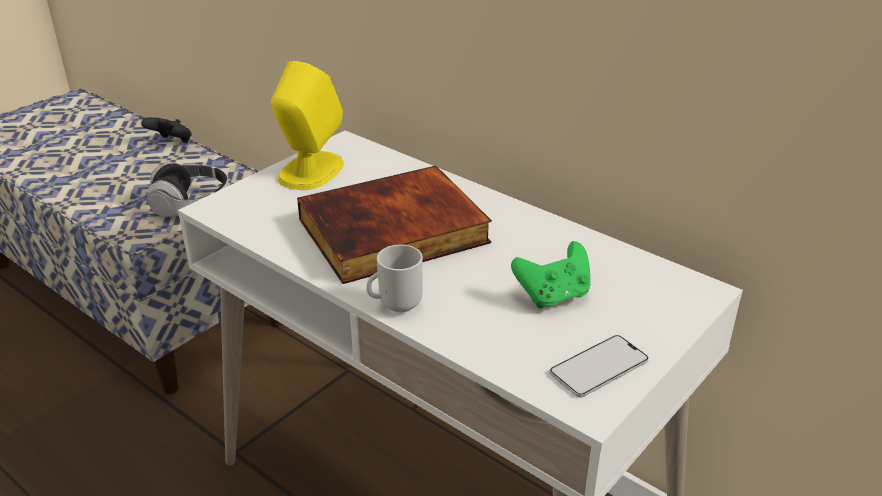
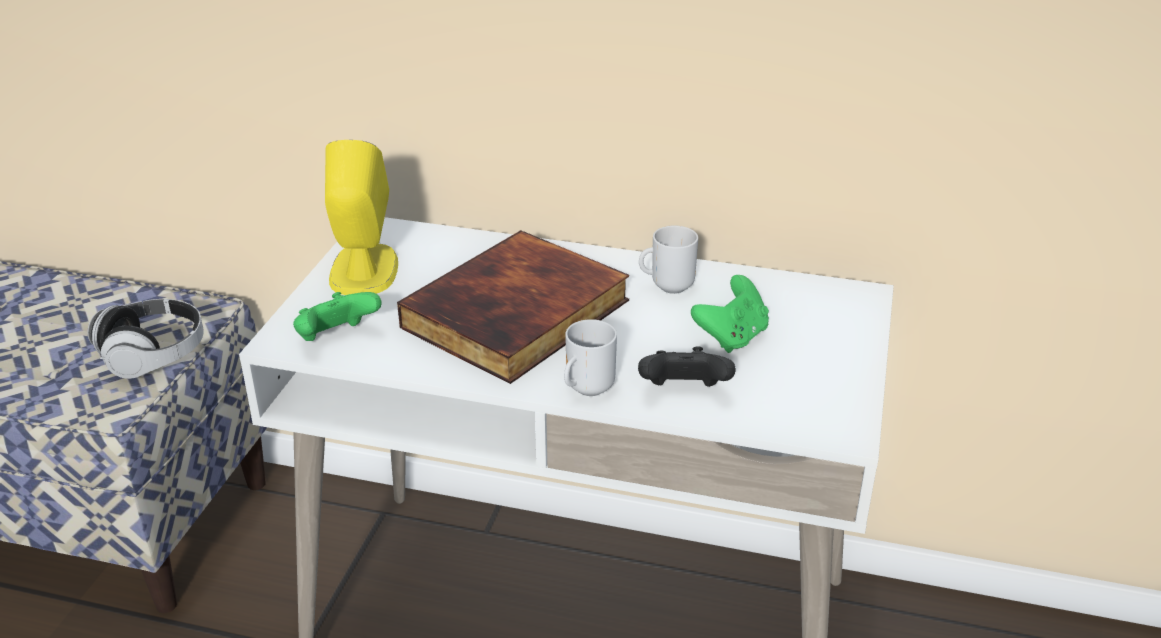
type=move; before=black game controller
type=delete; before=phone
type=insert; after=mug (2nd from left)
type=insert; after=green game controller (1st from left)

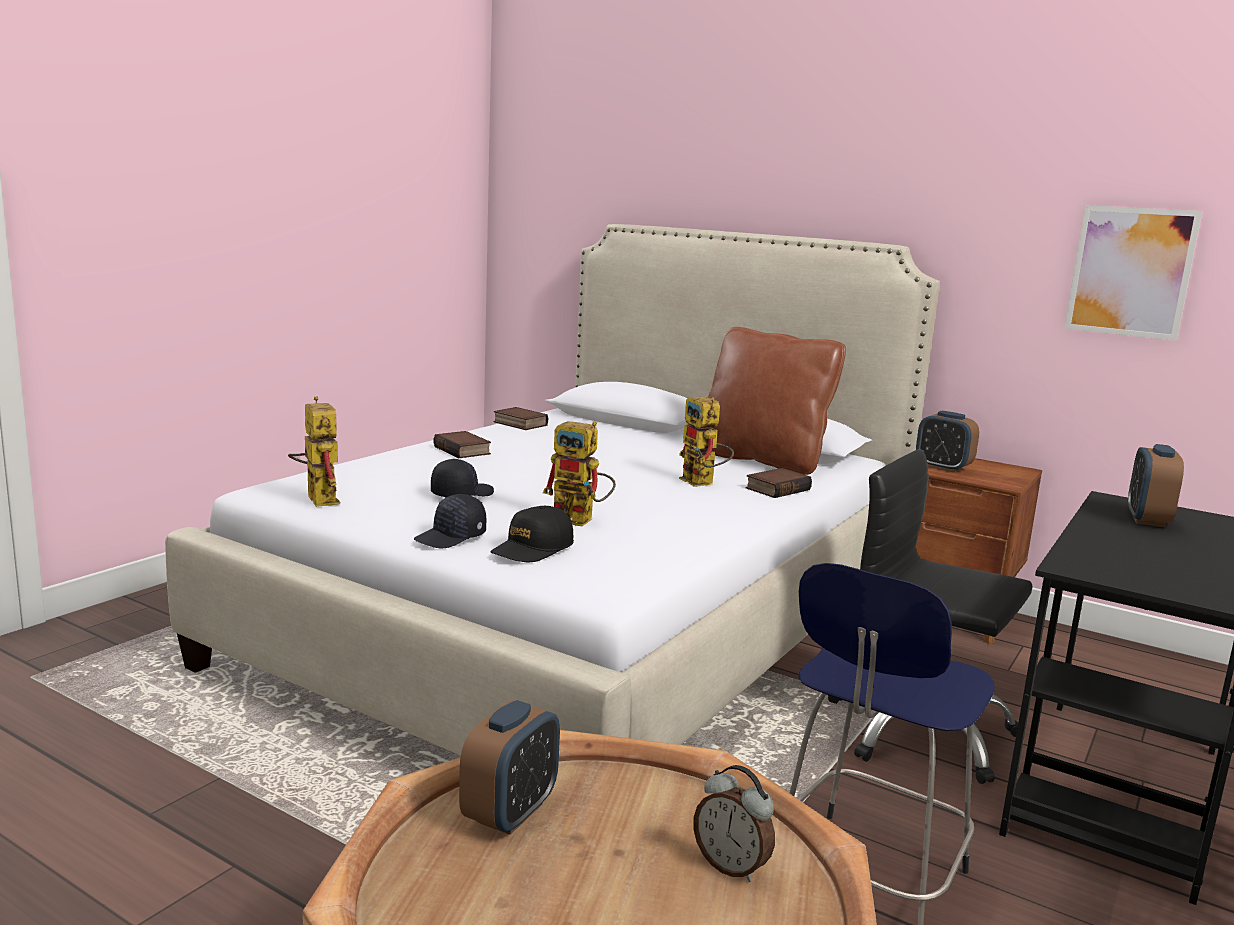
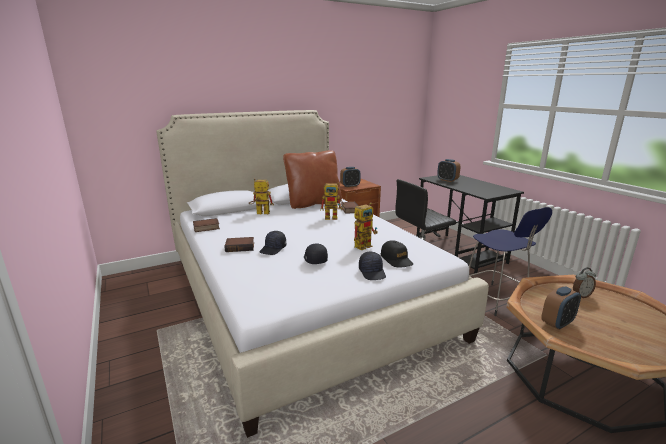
type=delete; before=picture
type=move; before=toy robot (1st from left)
type=rotate; before=alarm clock (1st from left in the first image); turn=90
type=insert; after=black cap (1st from left)

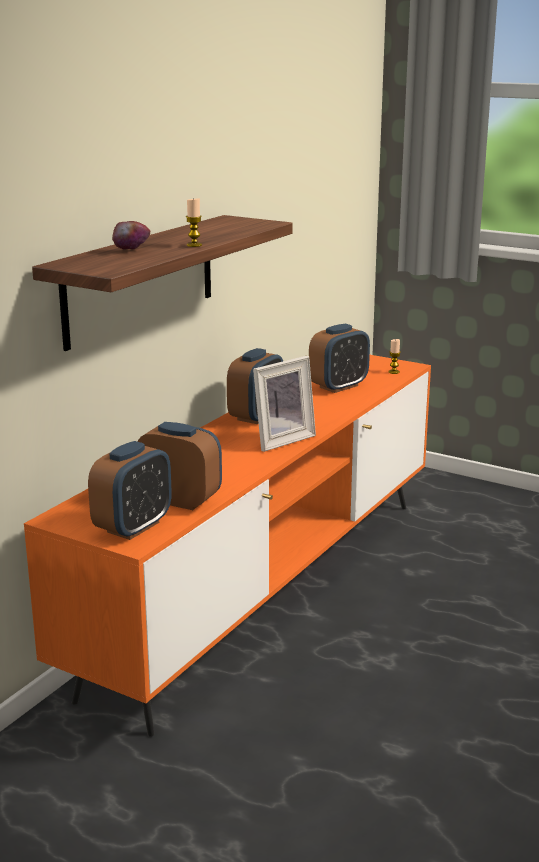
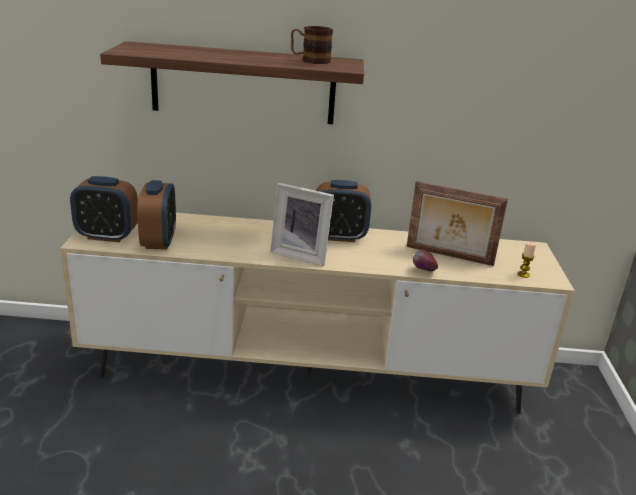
type=delete; before=candle (1st from left)
type=move; before=apple
type=replace; before=alarm clock (4th from left); after=picture frame (2nd from left)
type=recolor; before=orange tv stand; after=beige tv stand
type=insert; after=mug

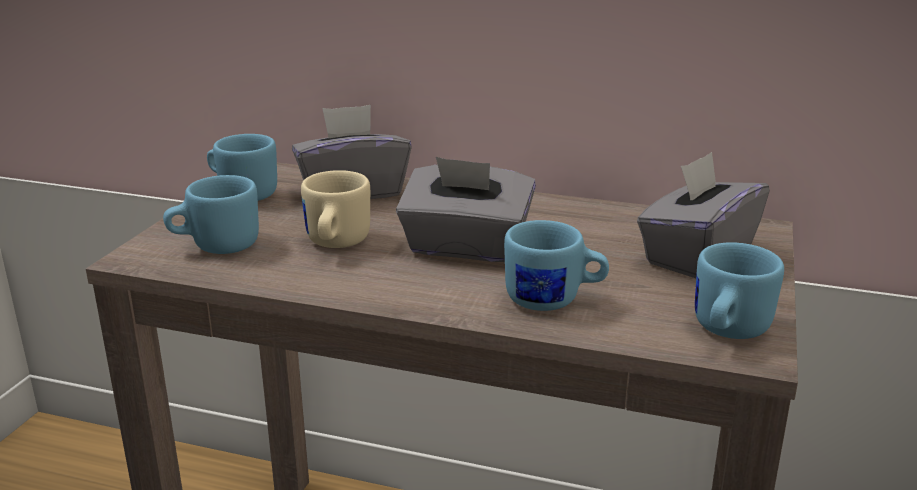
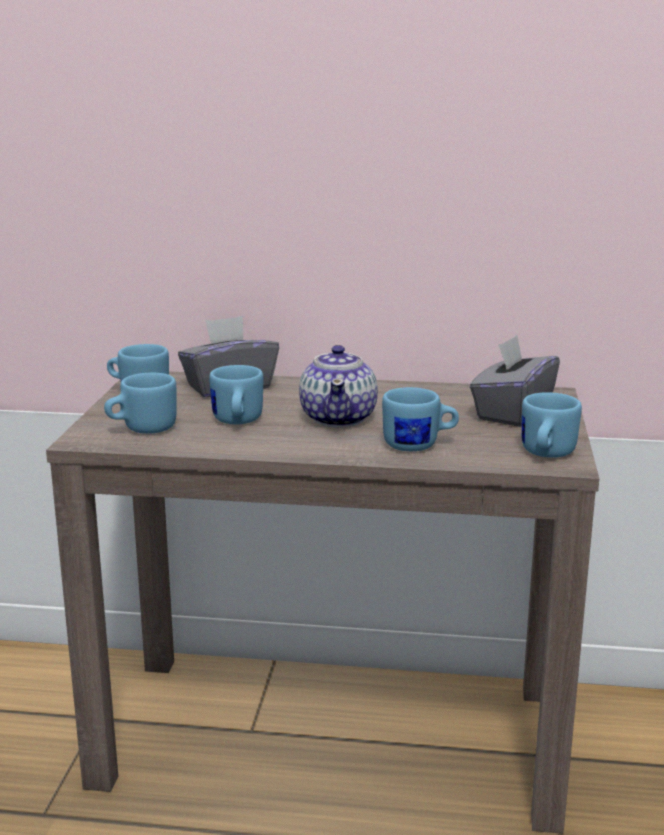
type=replace; before=grey tissue box (2nd from left); after=teapot
type=recolor; before=beige mug; after=blue mug (3rd from left)

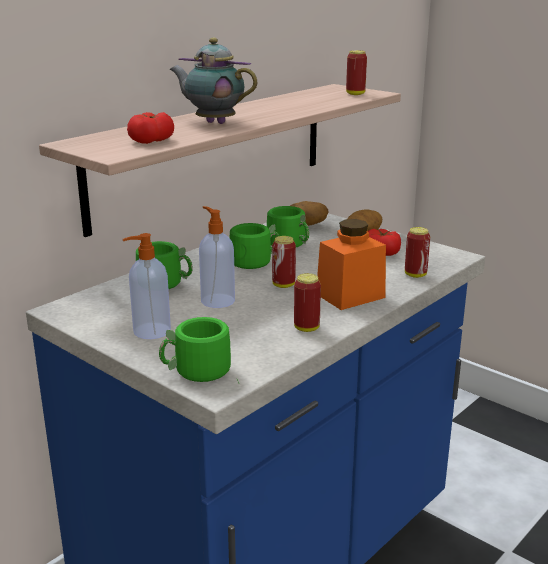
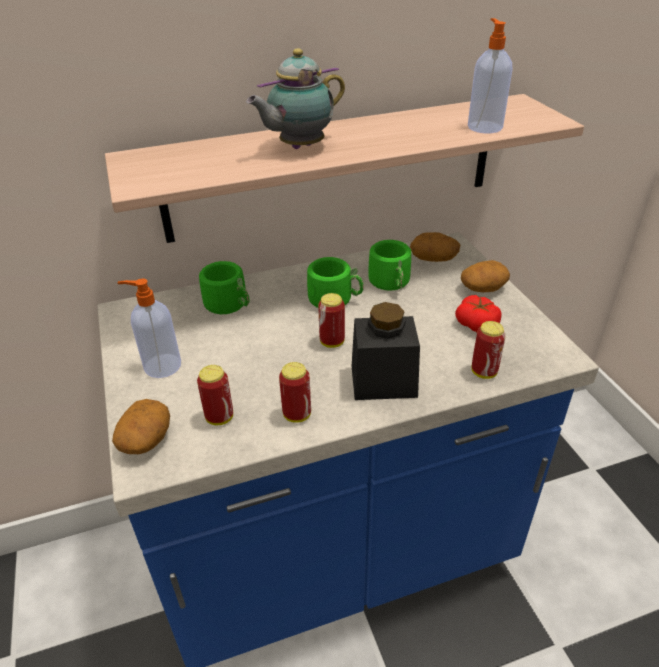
type=rotate; before=teapot; turn=-90
type=move; before=can (3rd from left in the first image); after=can (1st from left)
type=delete; before=tomato (1st from left)
type=move; before=soap dispenser (2nd from left)
type=recolor; before=orange jar; after=black jar
type=replace; before=green mug (2nd from left); after=potato (1st from left)

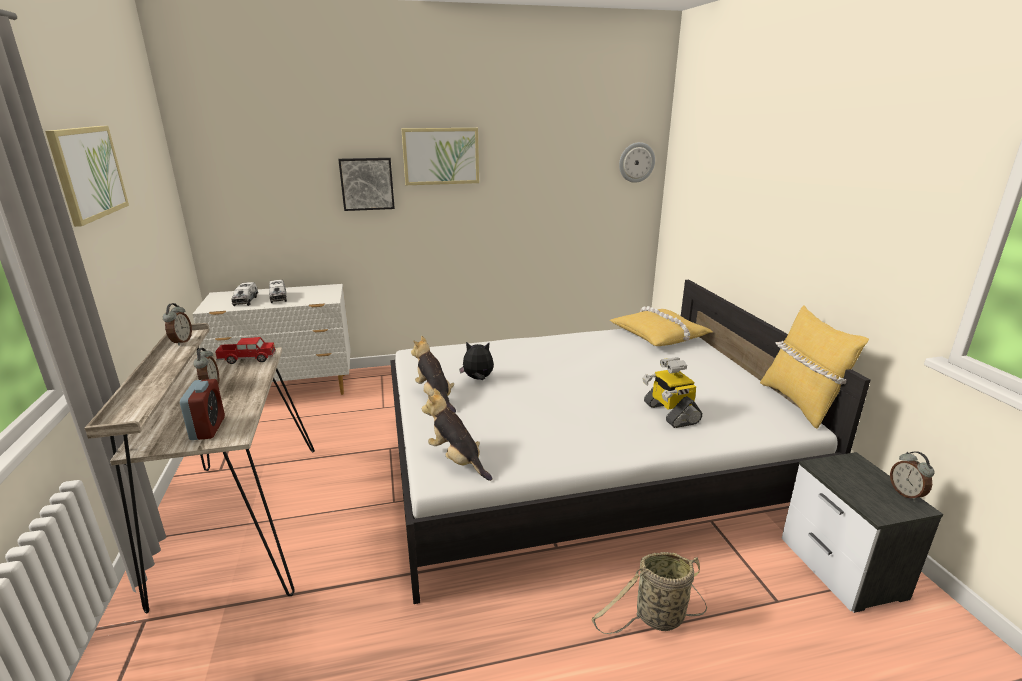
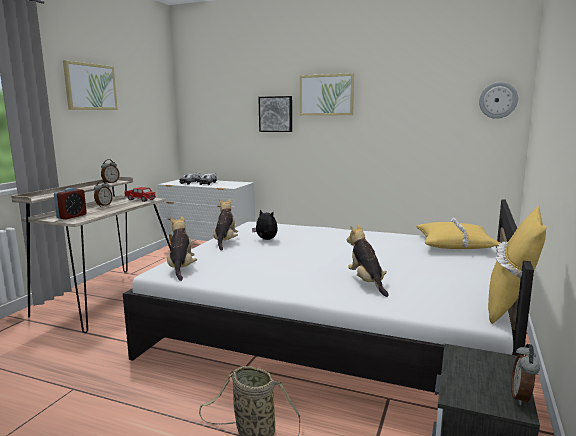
type=replace; before=toy robot; after=plush toy (4th from left)

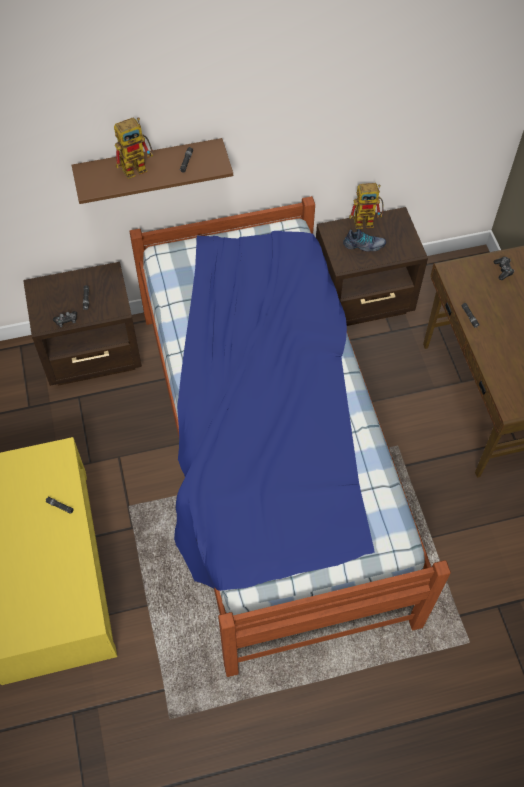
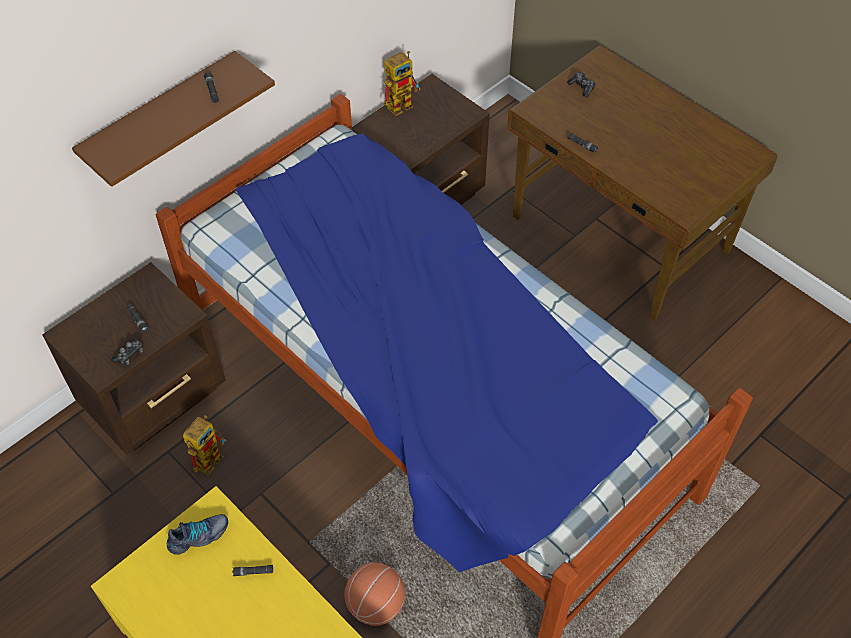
type=move; before=toy robot (1st from left)
type=move; before=shoe
type=insert; after=basketball

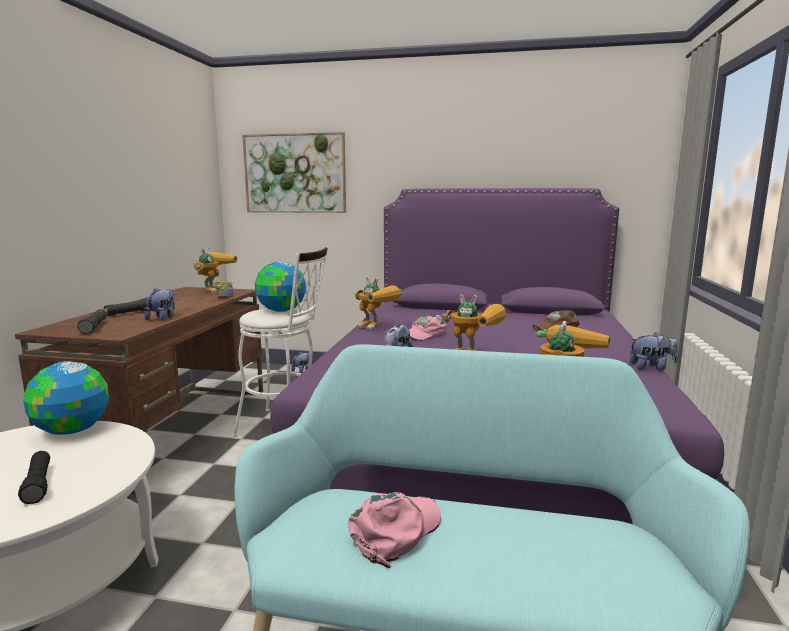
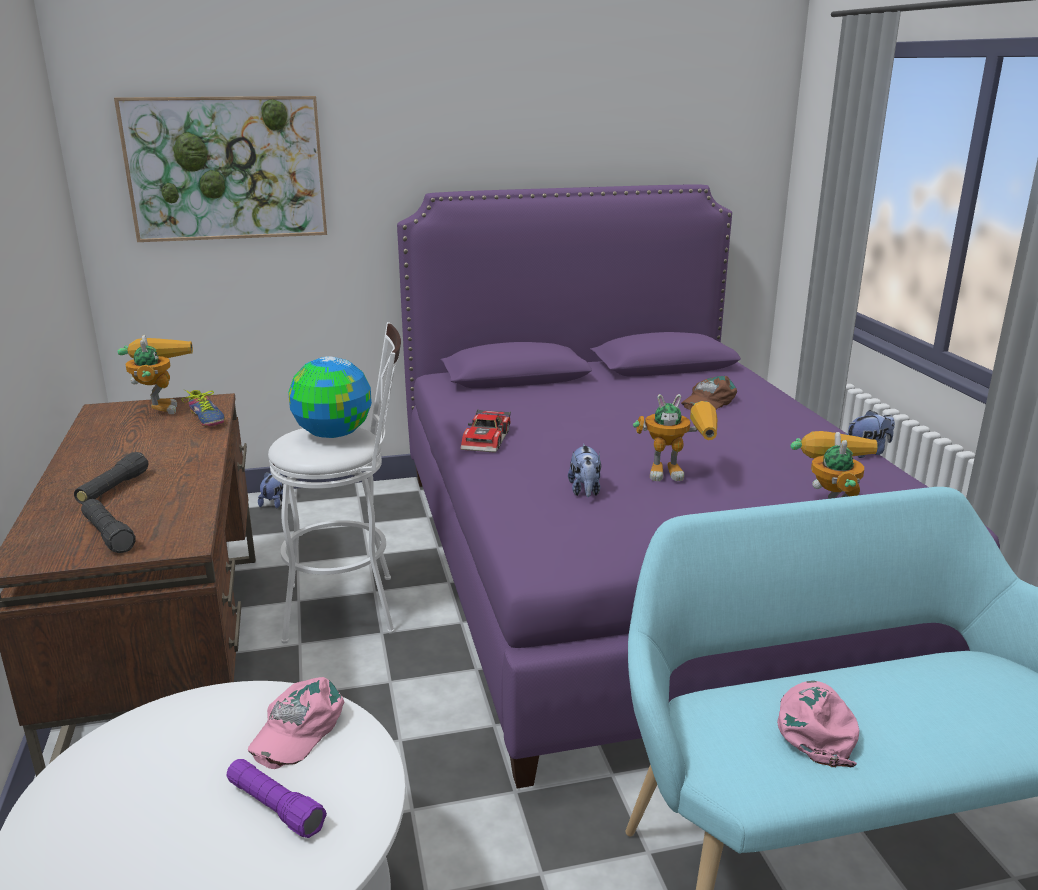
type=replace; before=toy robot (2nd from left); after=toy car
type=delete; before=plush toy (1st from left)
type=move; before=pink cap (2nd from left in the first image); after=pink cap (1st from left)
type=delete; before=globe (1st from left)
type=recolor; before=black flashlight (1st from left); after=purple flashlight

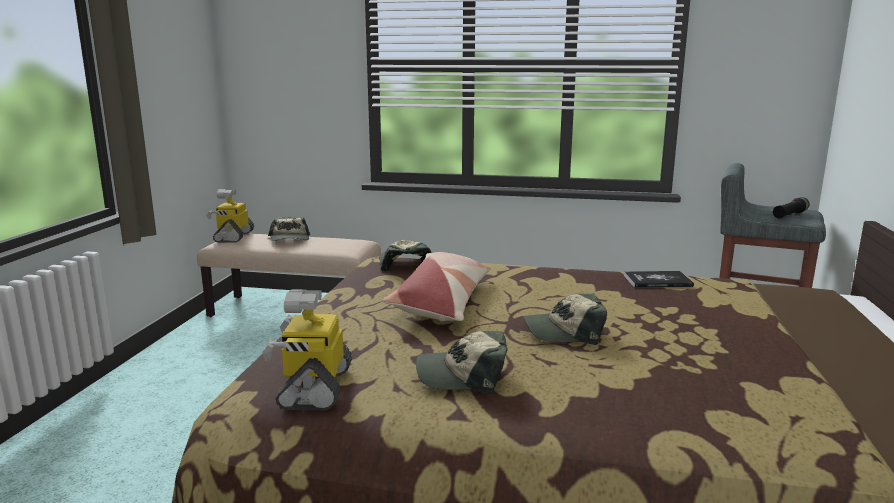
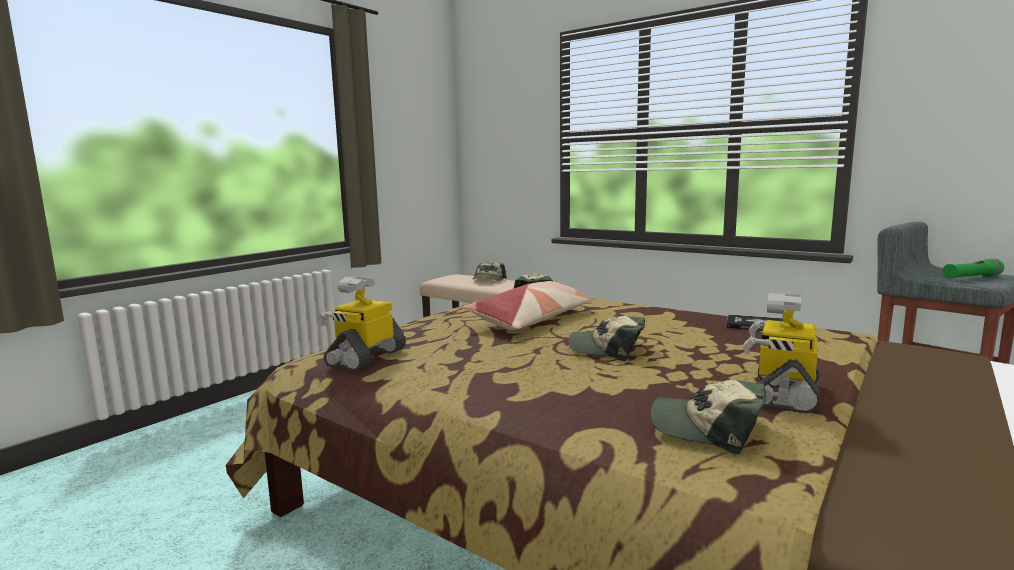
type=move; before=toy robot (1st from left in the first image); after=toy robot (2nd from left)
type=recolor; before=black flashlight; after=green flashlight
type=move; before=cap (3rd from left in the first image); after=cap (4th from left)

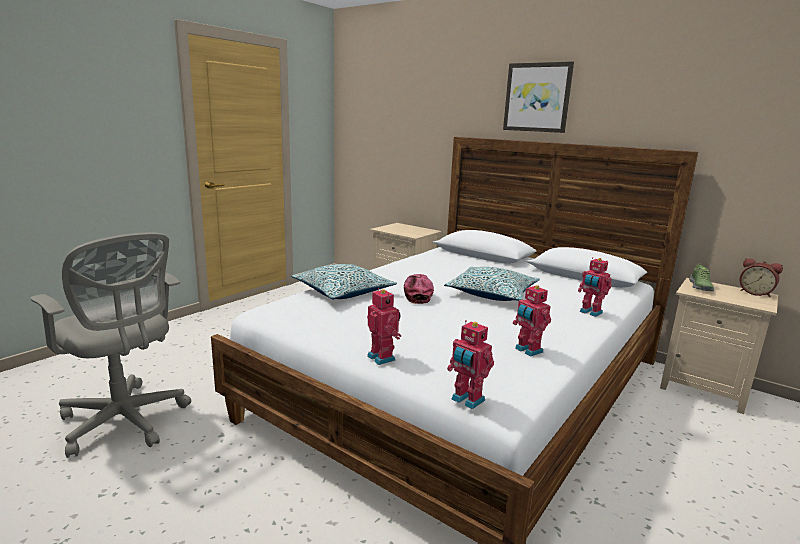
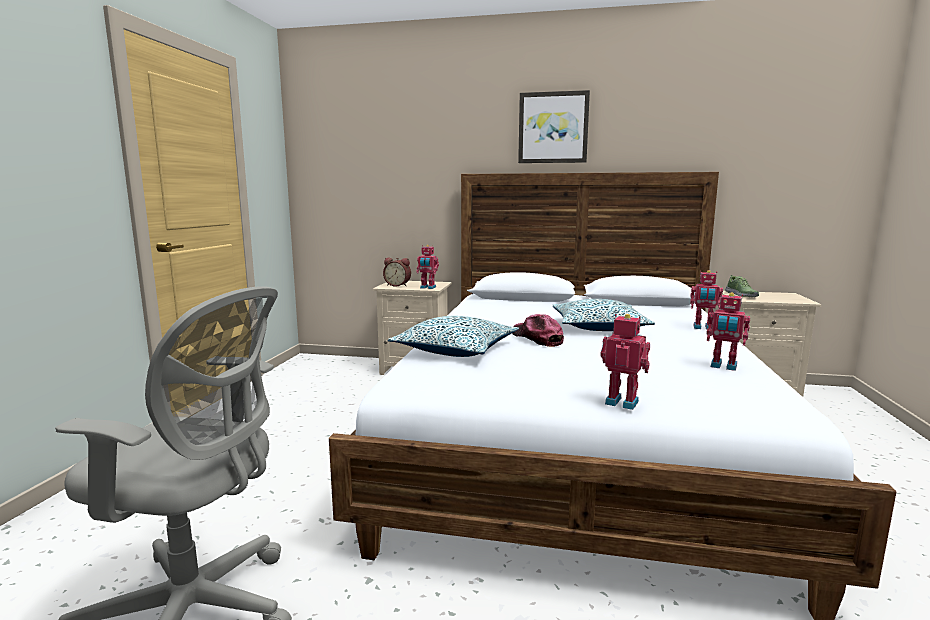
type=move; before=alarm clock
type=move; before=toy robot (2nd from left in the first image); after=toy robot (1st from left)

